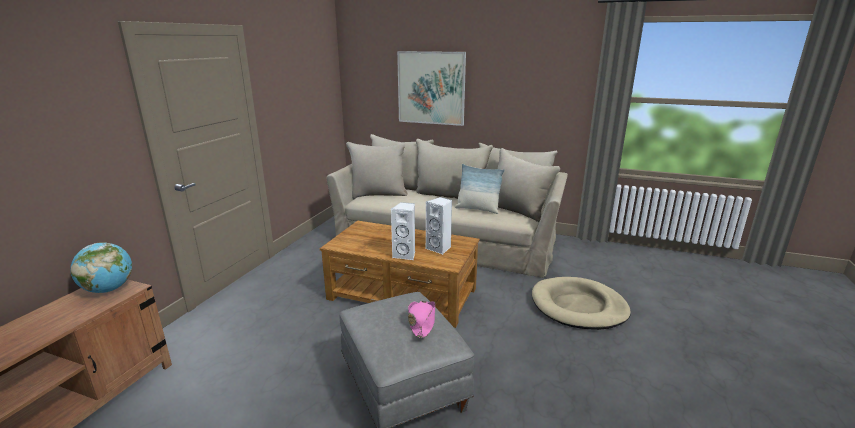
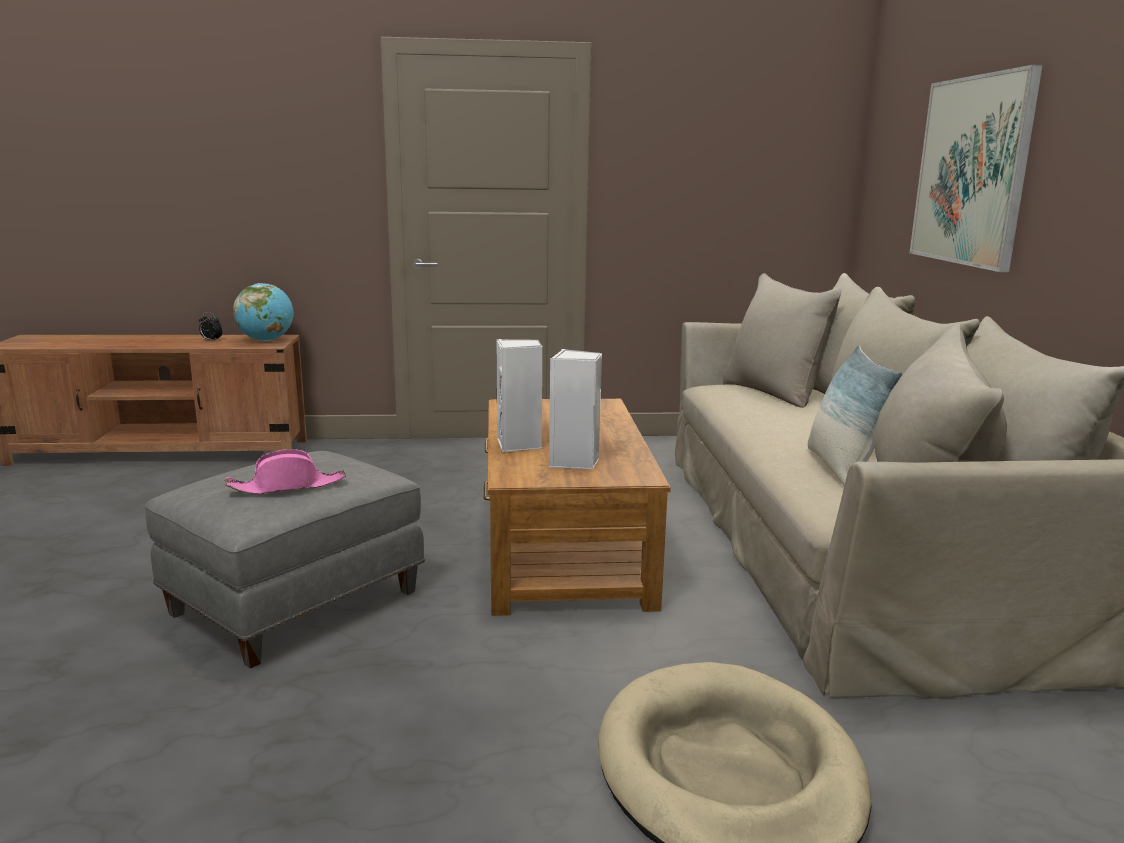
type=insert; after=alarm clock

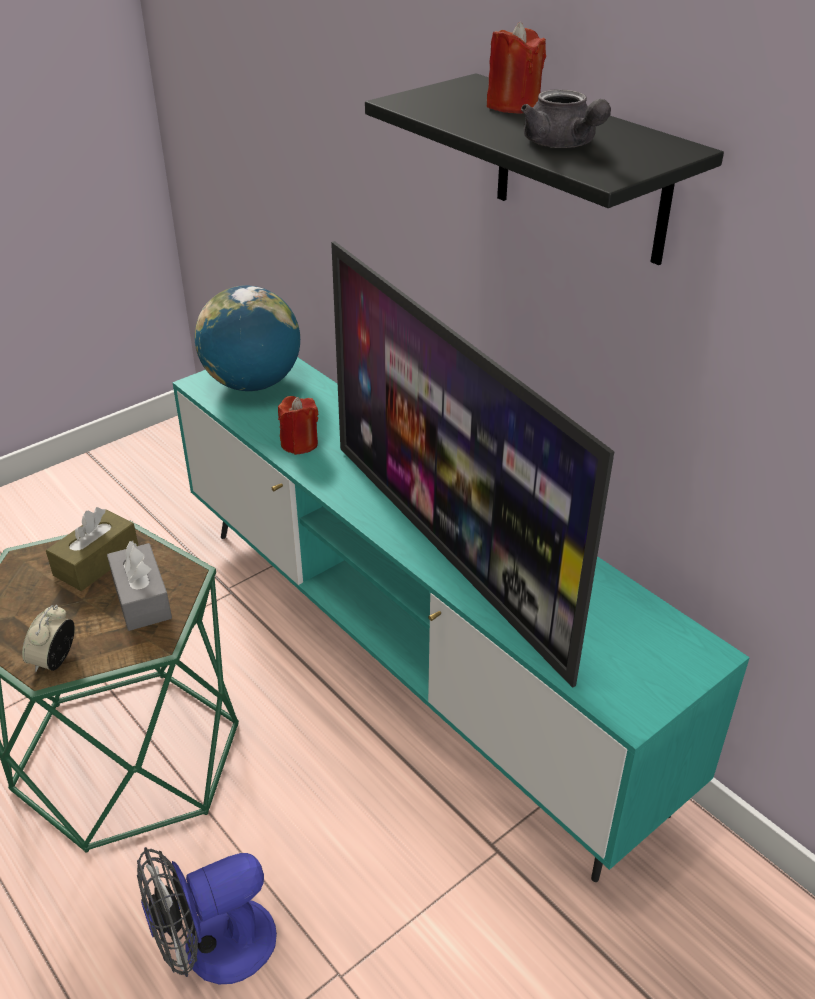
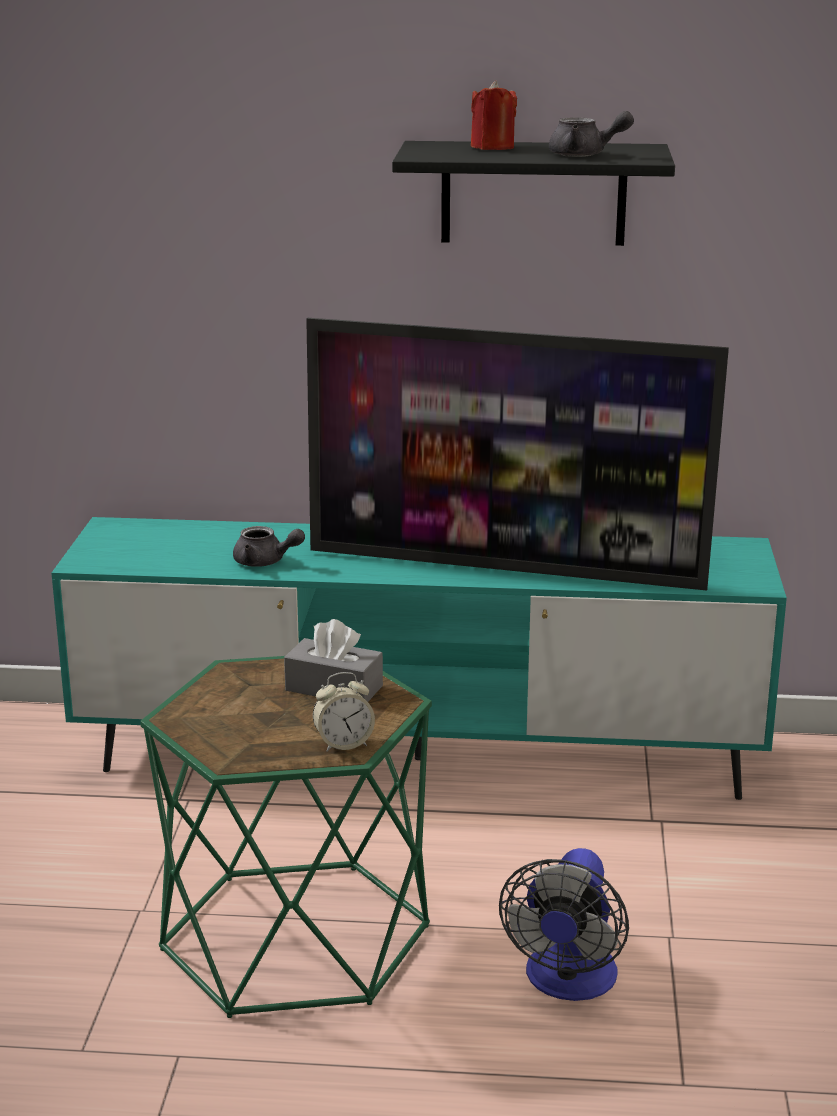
type=delete; before=globe
type=replace; before=red candle (1st from left); after=grey teapot (1st from left)
type=delete; before=brown tissue box
type=rotate; before=alarm clock; turn=-75

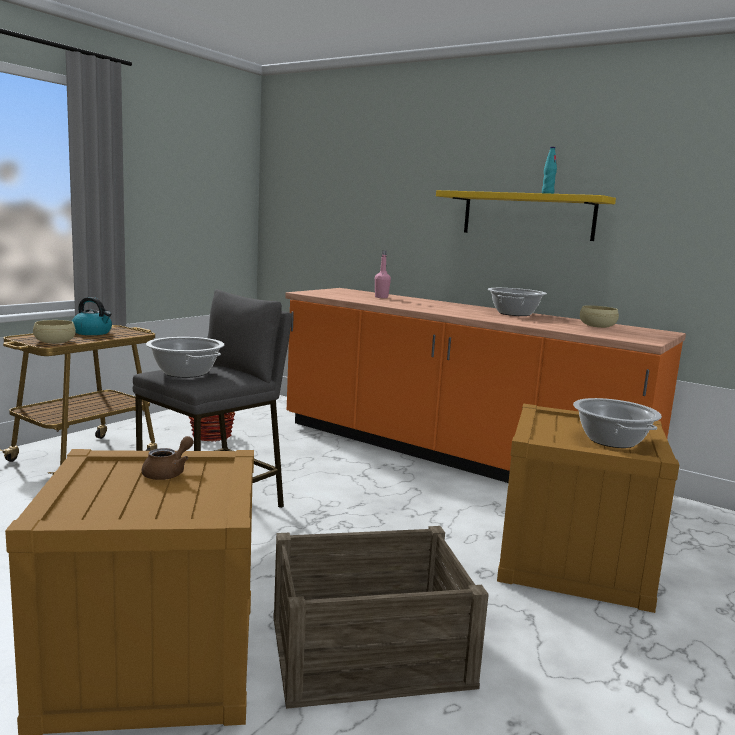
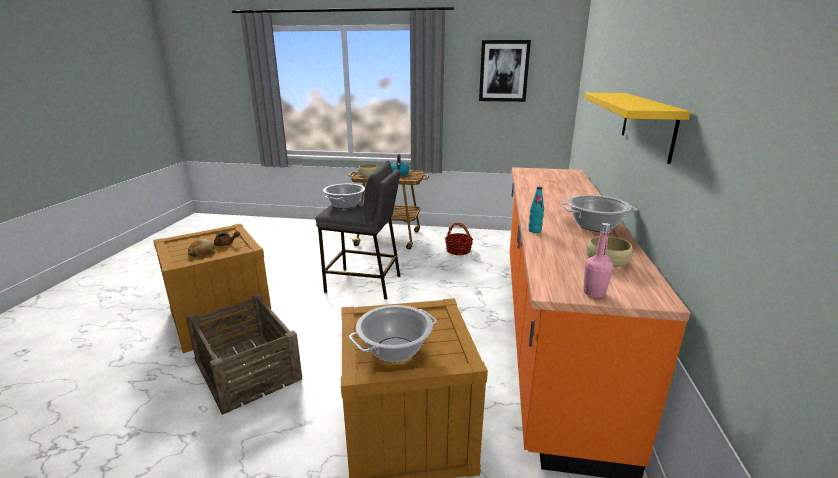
type=move; before=turquoise bottle
type=move; before=pink bottle
type=insert; after=picture
type=insert; after=bread

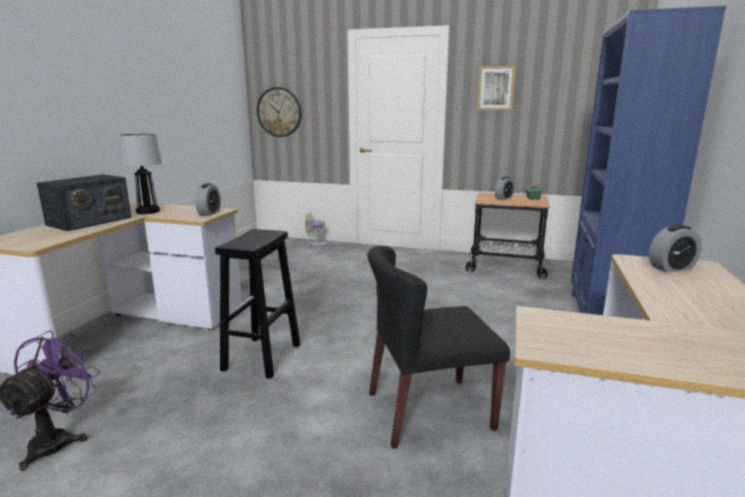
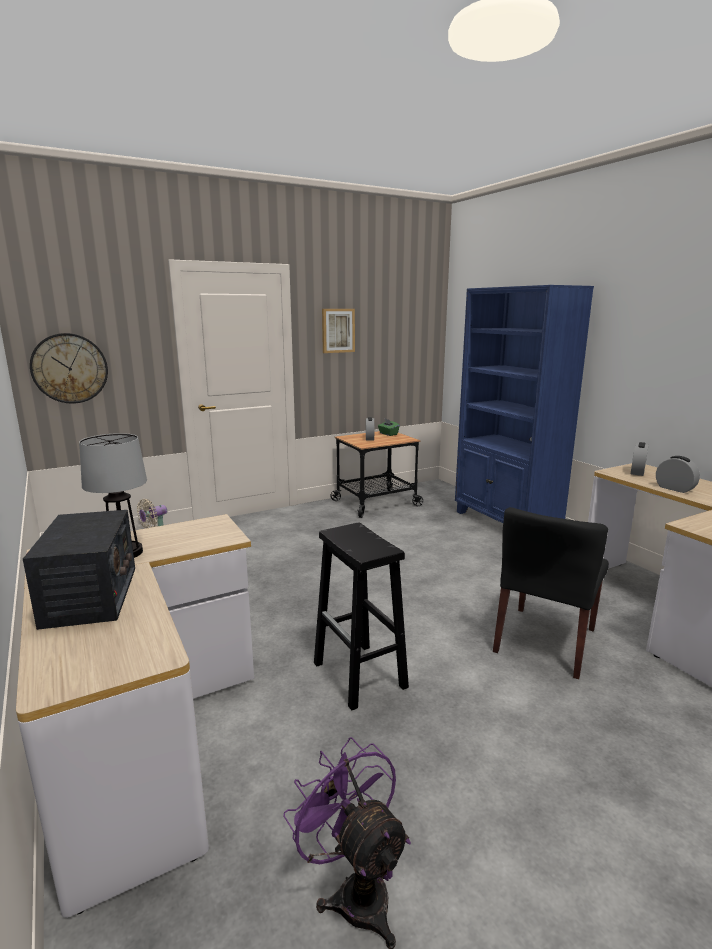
type=move; before=alarm clock (1st from left in the first image); after=alarm clock (3rd from left)

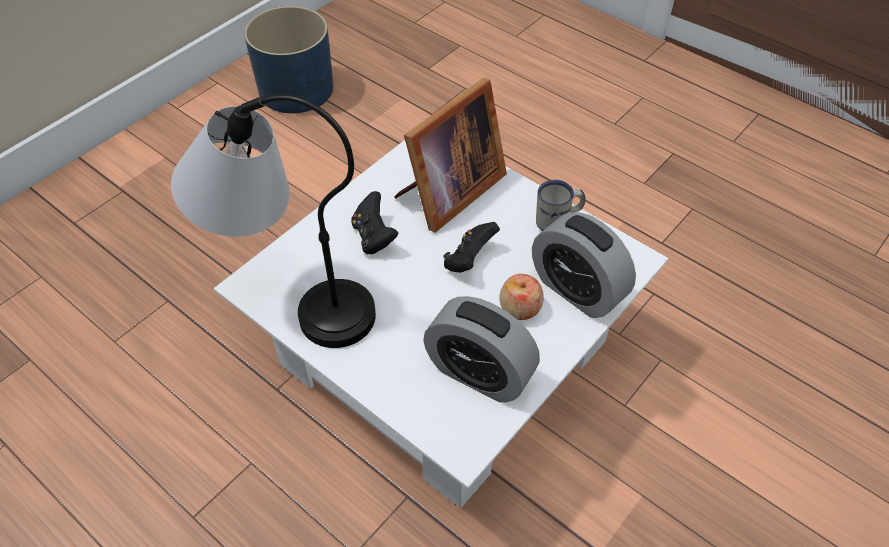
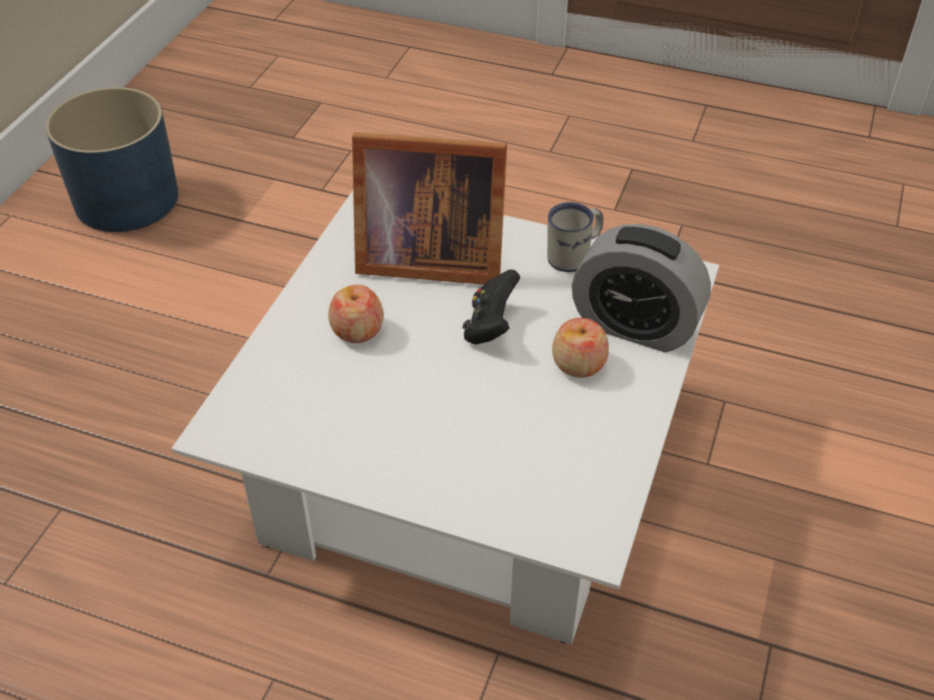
type=rotate; before=picture frame; turn=75
type=delete; before=table lamp
type=replace; before=black game controller (1st from left); after=apple (1st from left)
type=delete; before=alarm clock (1st from left)

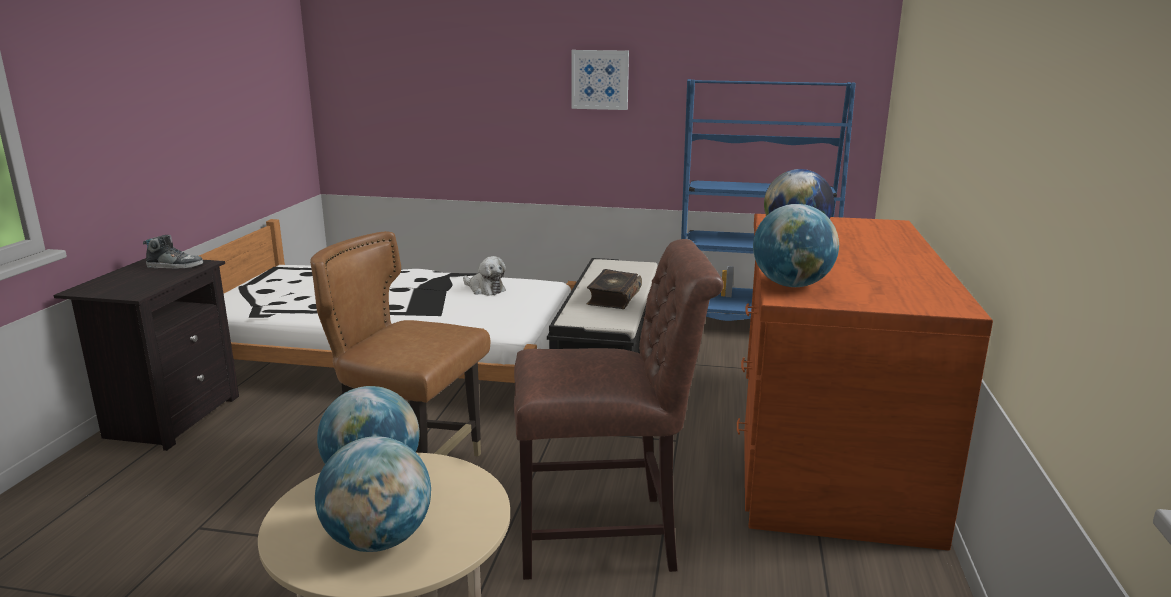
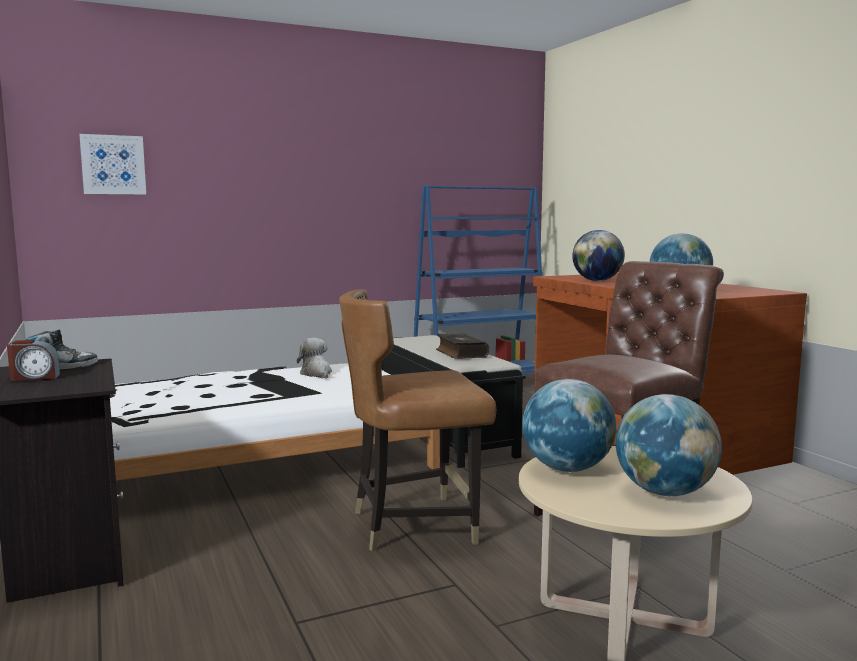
type=move; before=picture
type=rotate; before=plush toy; turn=-120
type=insert; after=alarm clock

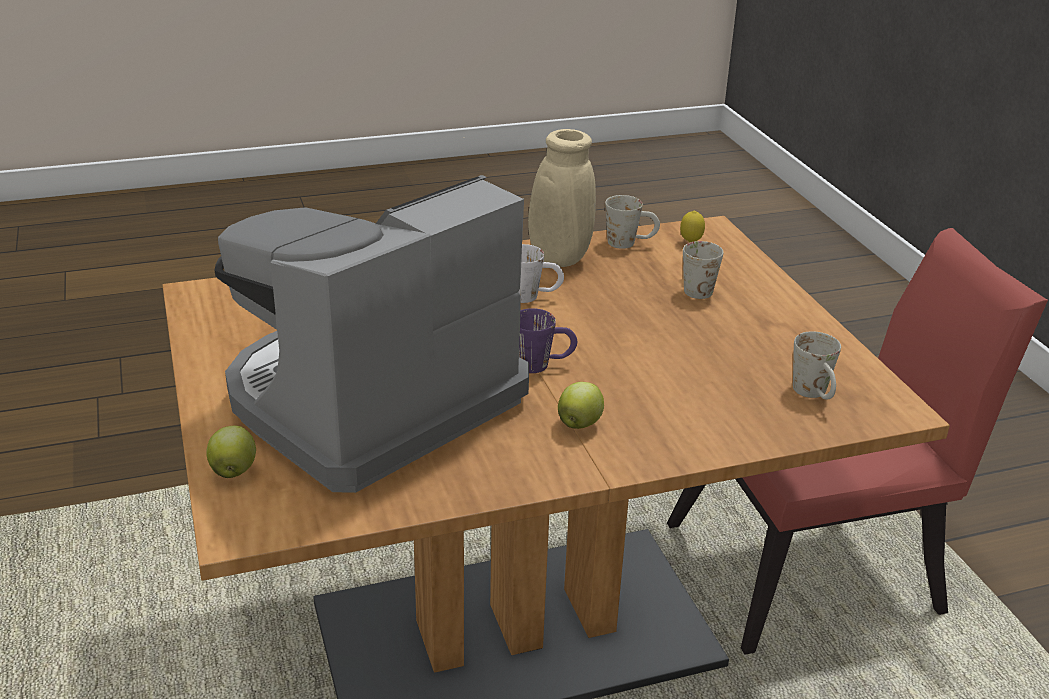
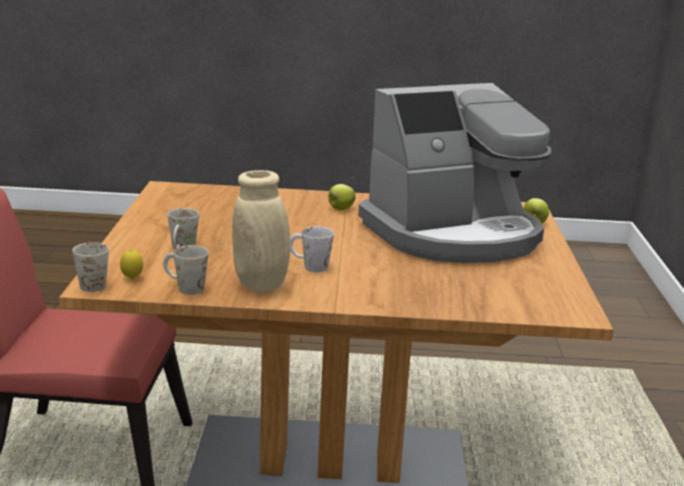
type=delete; before=purple mug
type=move; before=white mug (4th from left in the first image); after=white mug (1st from left)

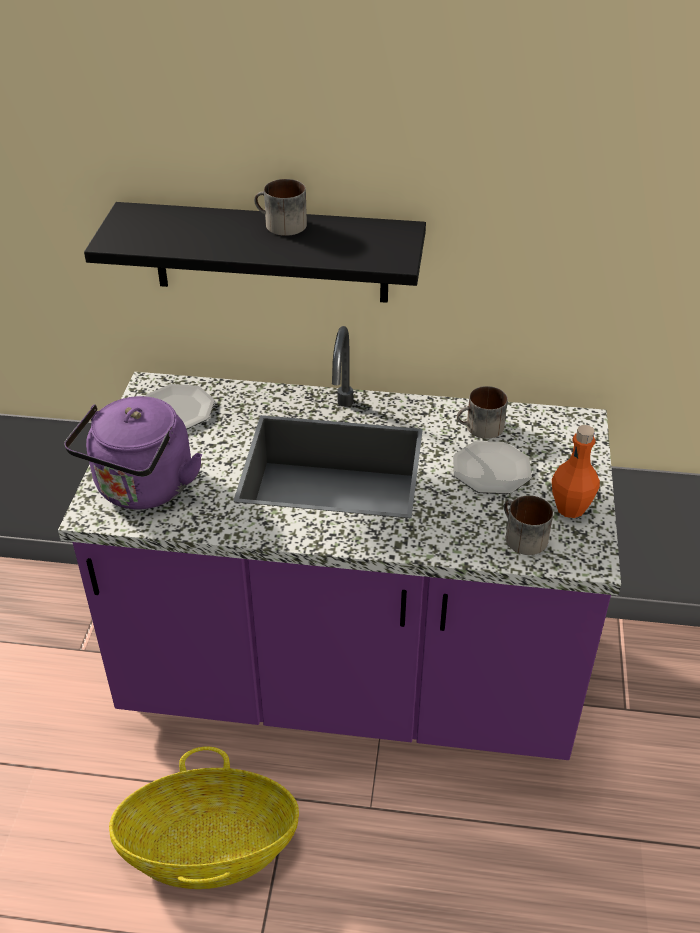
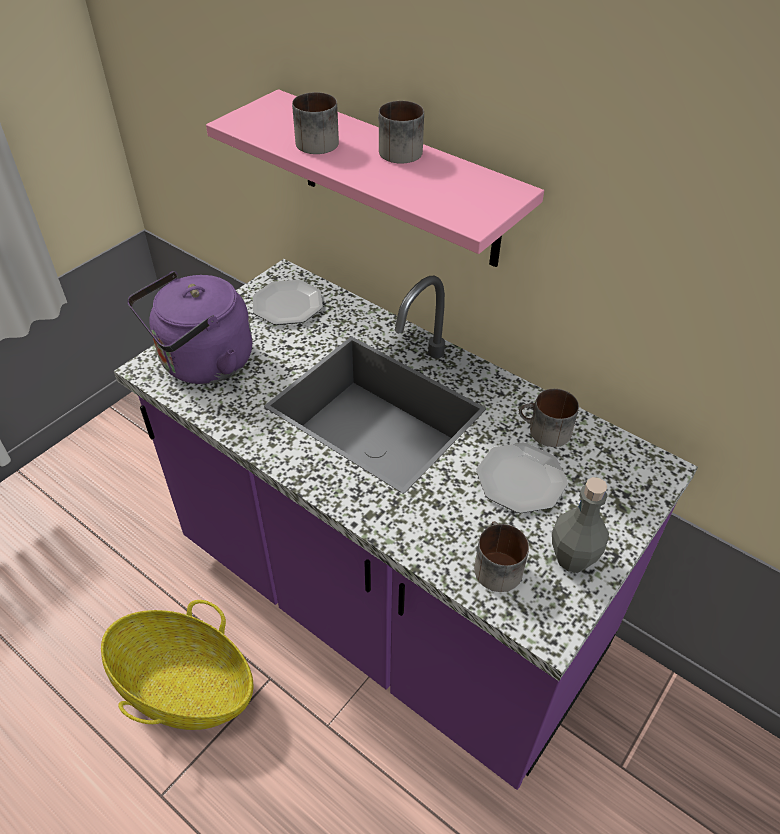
type=recolor; before=black shelf; after=pink shelf
type=recolor; before=orange bottle; after=grey bottle
type=insert; after=mug (1st from left)

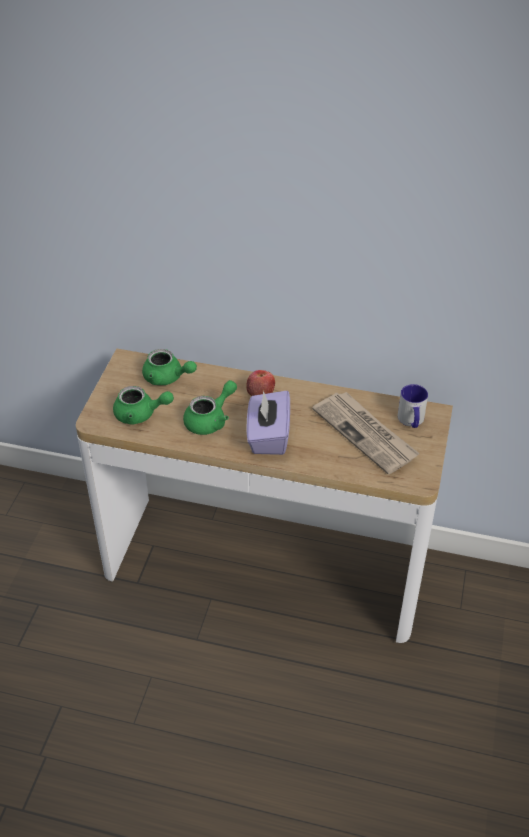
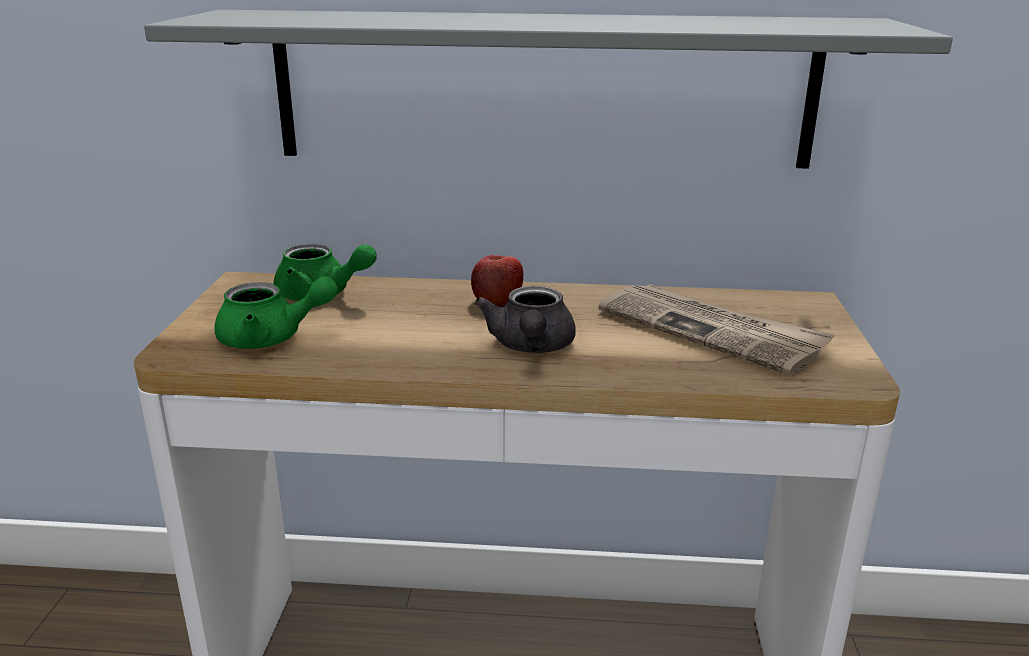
type=delete; before=green teapot (3rd from left)
type=delete; before=mug
type=replace; before=purple tissue box; after=grey teapot
type=insert; after=grey shelf

